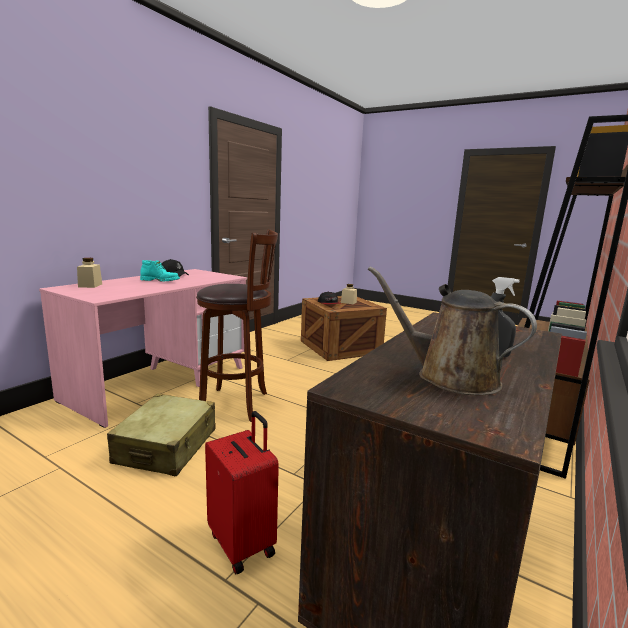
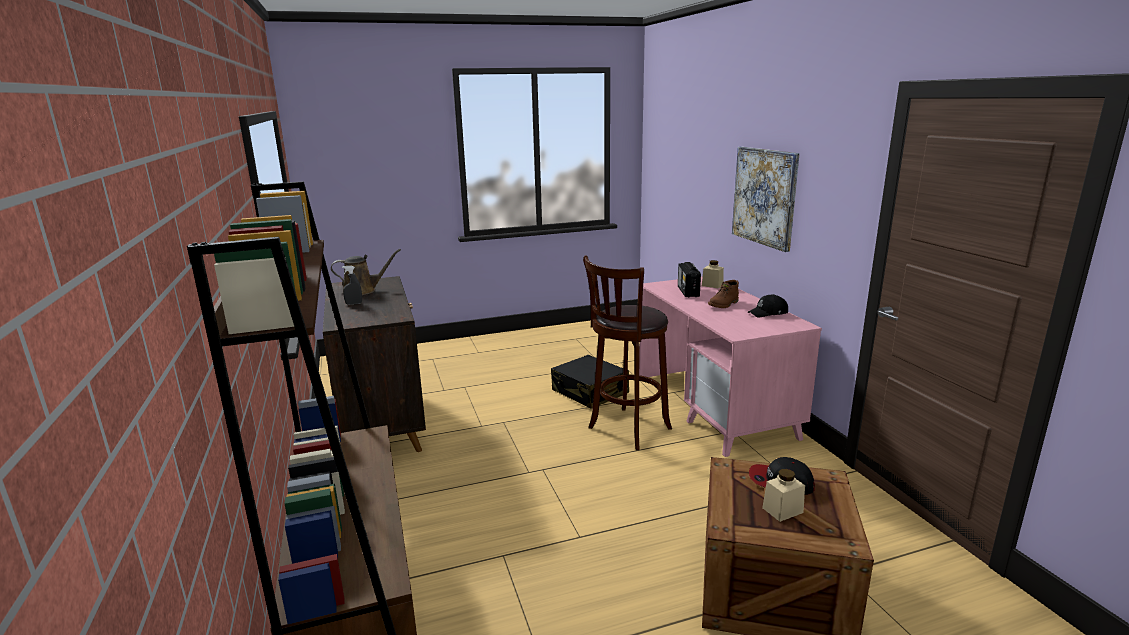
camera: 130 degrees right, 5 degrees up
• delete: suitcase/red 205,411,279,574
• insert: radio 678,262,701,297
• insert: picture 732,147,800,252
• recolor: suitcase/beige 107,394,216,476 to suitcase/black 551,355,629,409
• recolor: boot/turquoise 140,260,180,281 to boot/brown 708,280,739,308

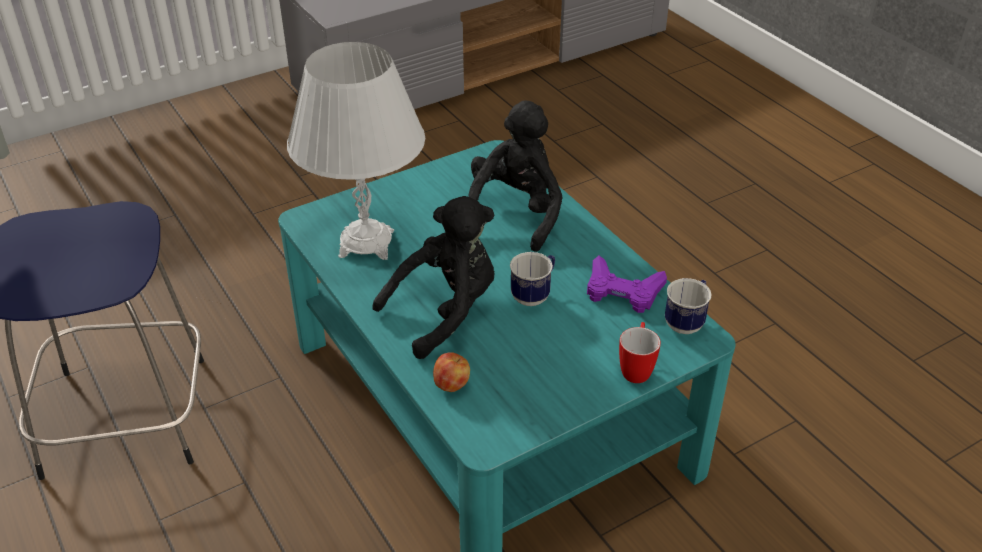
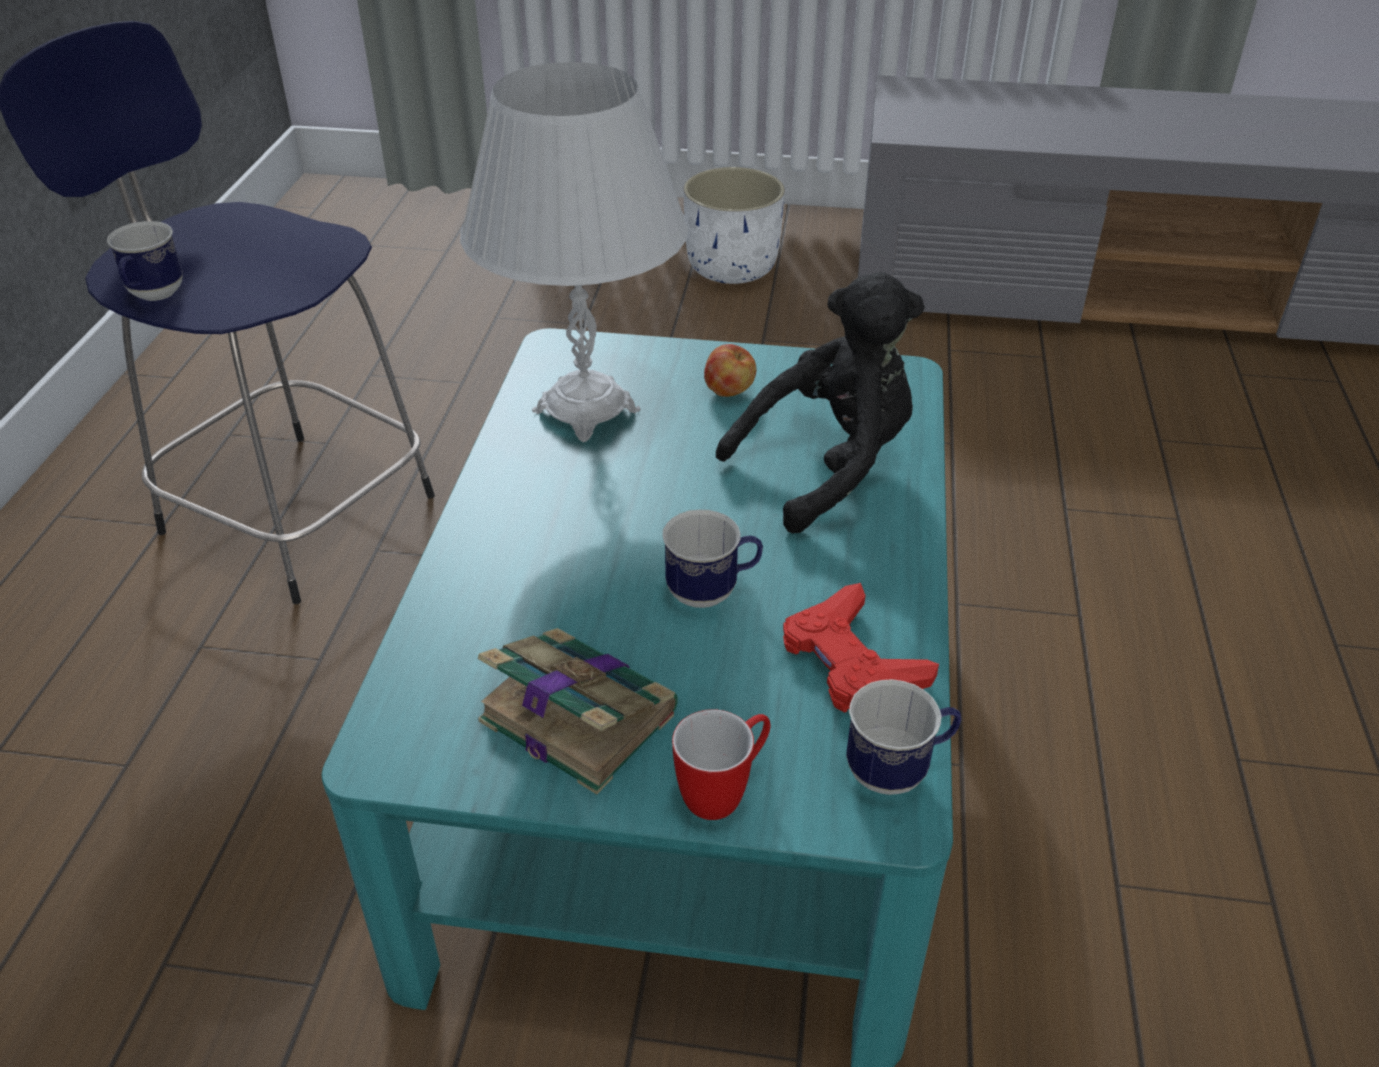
camera: 40 degrees right, 0 degrees up
• delete: plush toy/black 372,196,494,359
• insert: mug 107,221,183,301
• insert: book 478,628,678,794
• insert: planter/white 683,167,785,284
• move: apple 433,352,470,392 to 704,344,757,397
• recolor: game controller/purple 587,256,667,313 to game controller/red 783,583,939,713

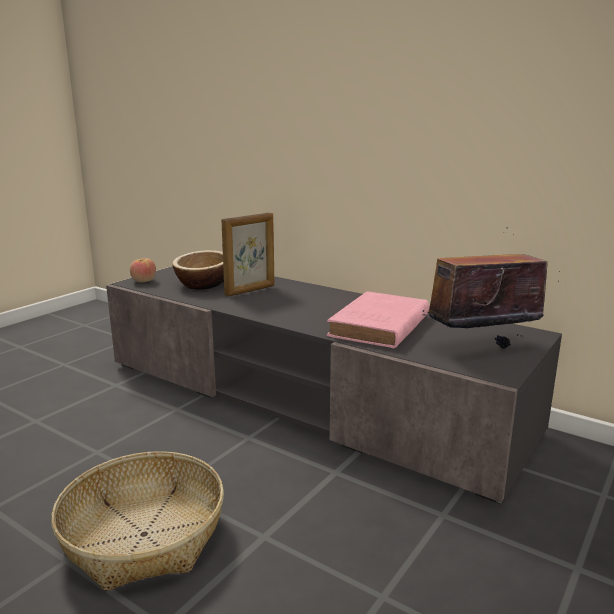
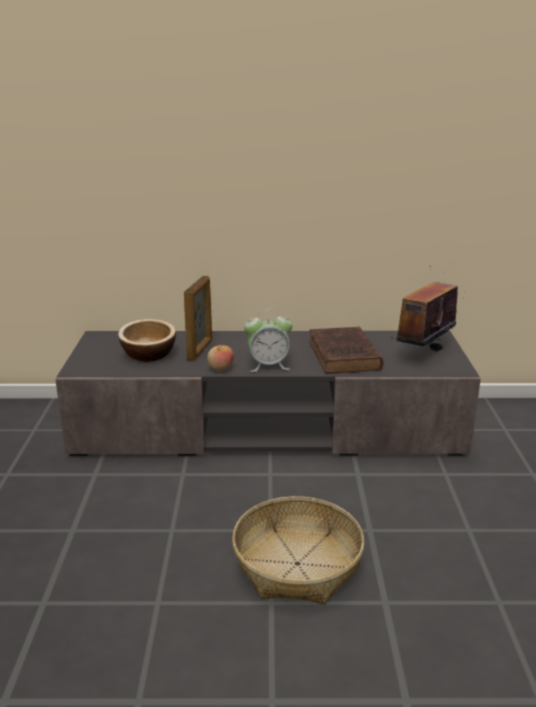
camera: 35 degrees left, 5 degrees up
• insert: alarm clock 244,310,292,372
• move: apple 130,258,156,282 to 207,345,234,372
• recolor: book/pink 327,291,429,348 to book/brown 309,327,383,374

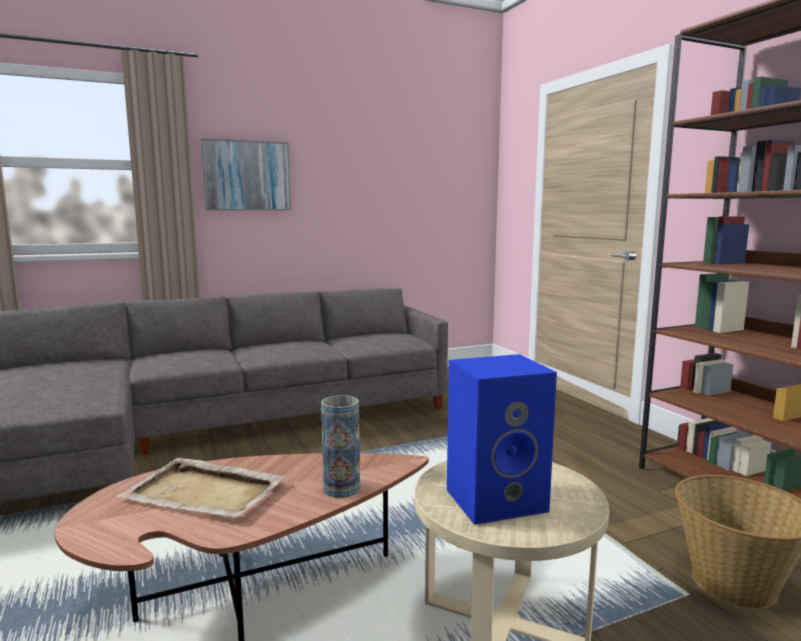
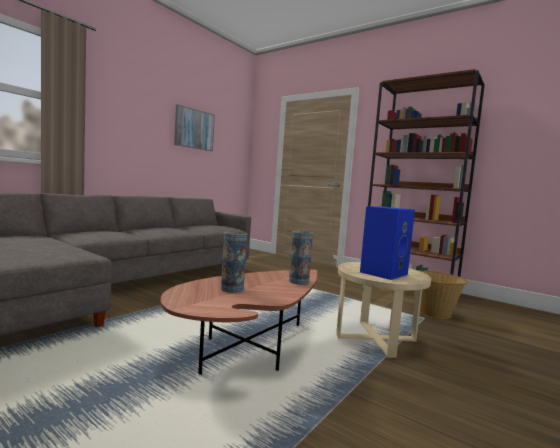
camera: 30 degrees left, 5 degrees down
• move: picture 201,138,291,211 to 174,104,215,151
• replace: tray/beige 117,458,286,517 to vase 221,231,247,293

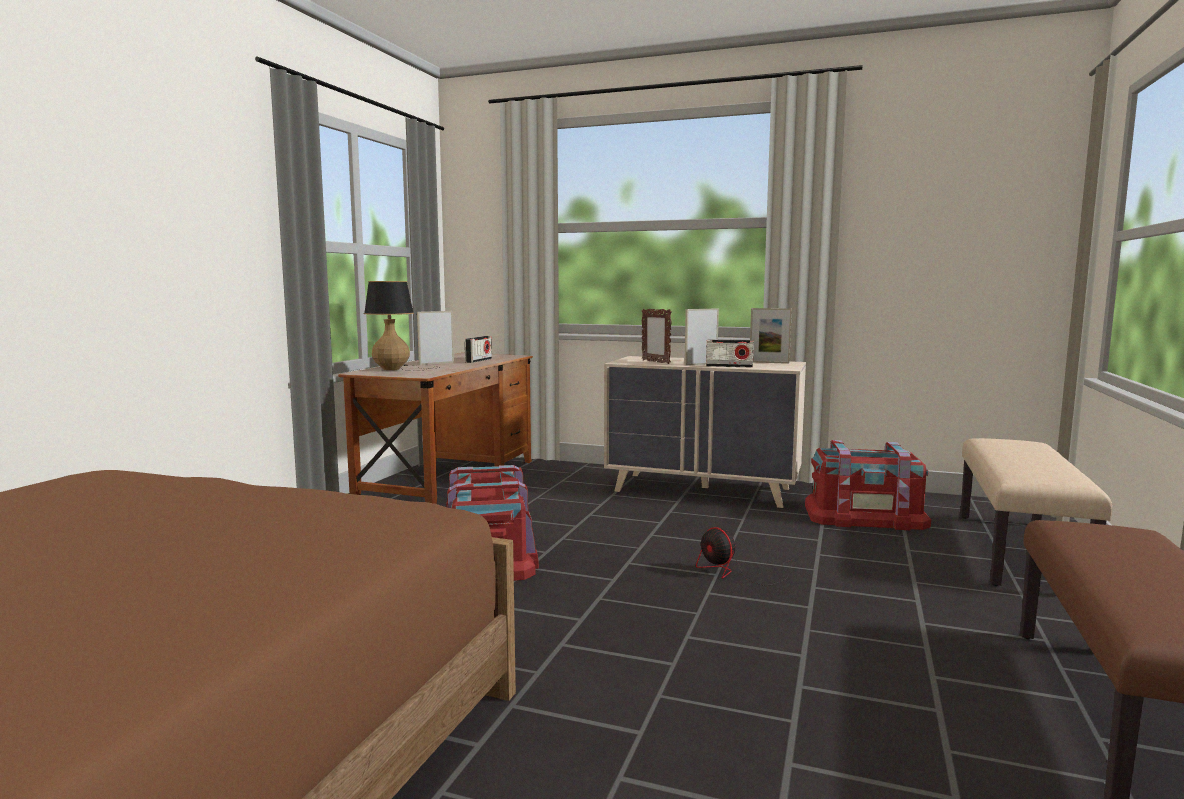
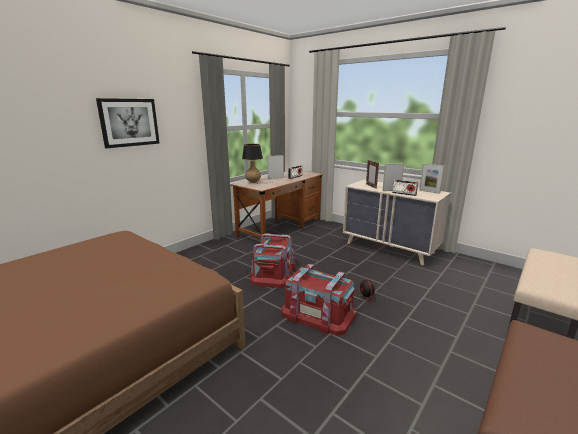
camera: 20 degrees right, 10 degrees up
• insert: picture 96,98,160,148
• move: storage box/red 805,440,931,530 to 281,264,357,336

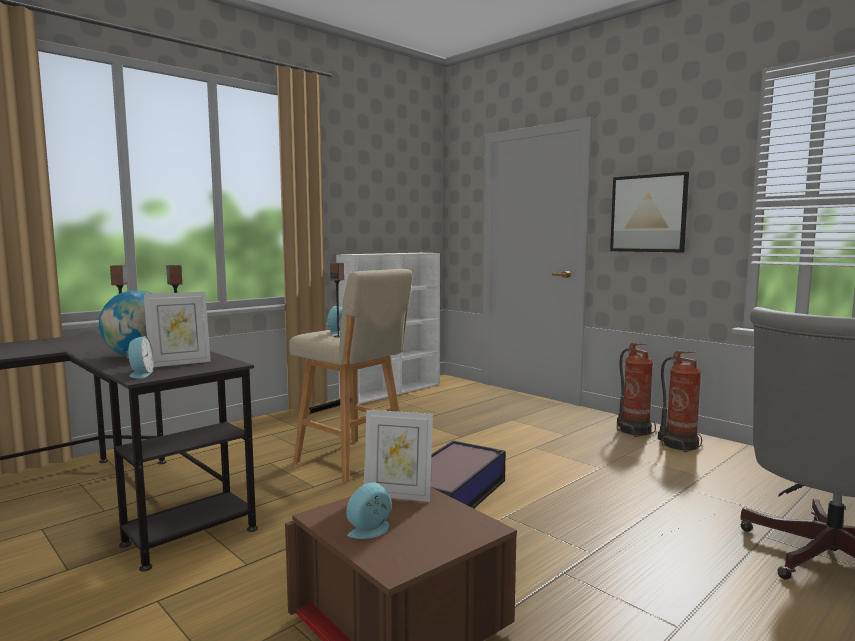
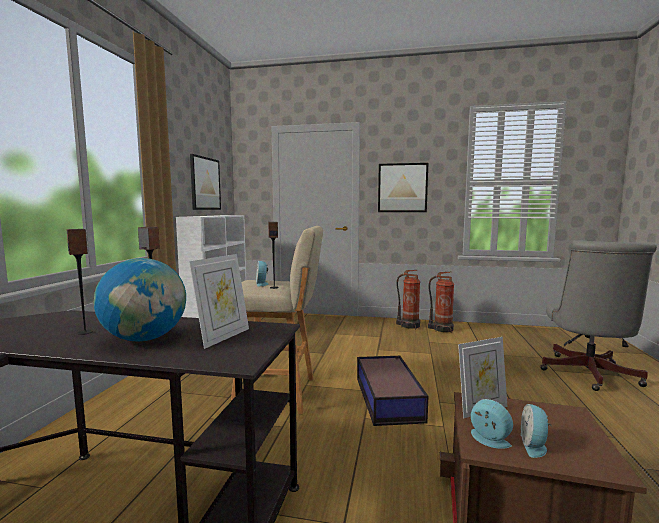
camera: 35 degrees left, 0 degrees up
• insert: picture 190,154,221,210
• move: alarm clock 126,336,154,379 to 471,399,513,449

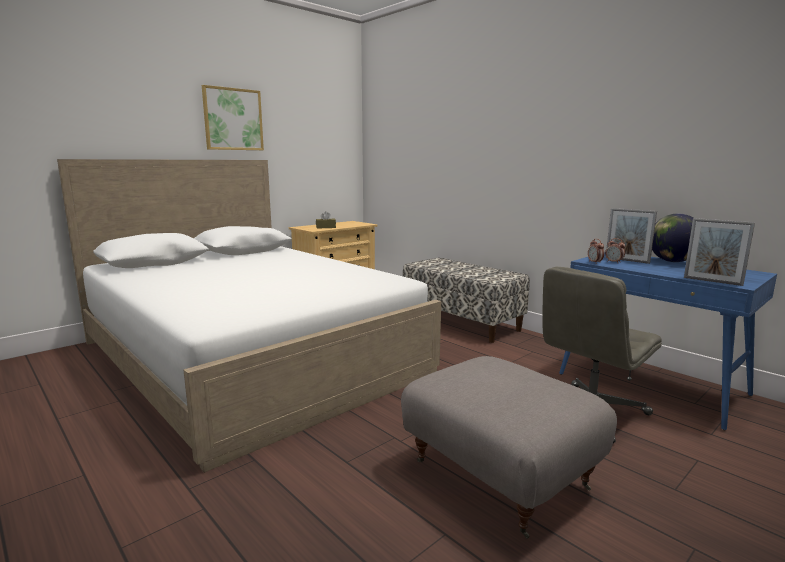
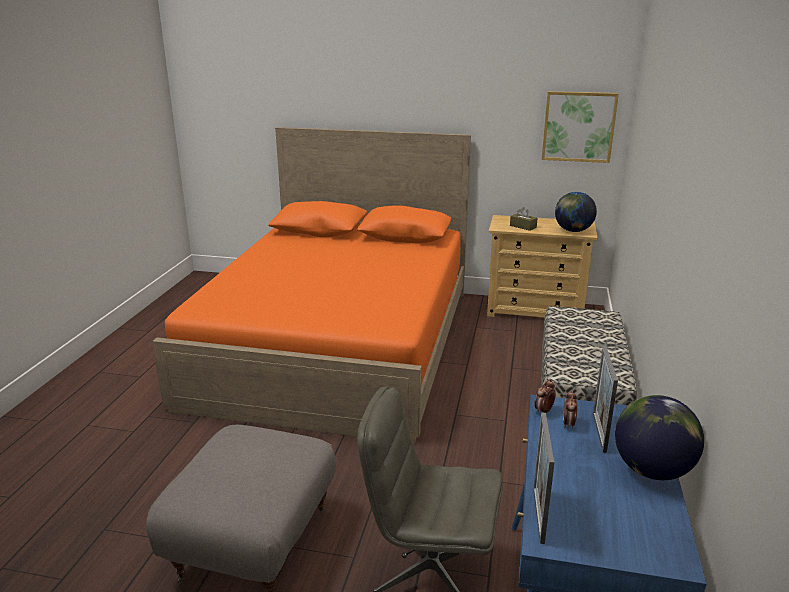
camera: 55 degrees right, 10 degrees up
• insert: globe 555,192,597,232
• move: picture 202,85,264,150 to 542,91,619,163
• recolor: bed/white 57,159,441,473 to bed/orange 152,127,471,444

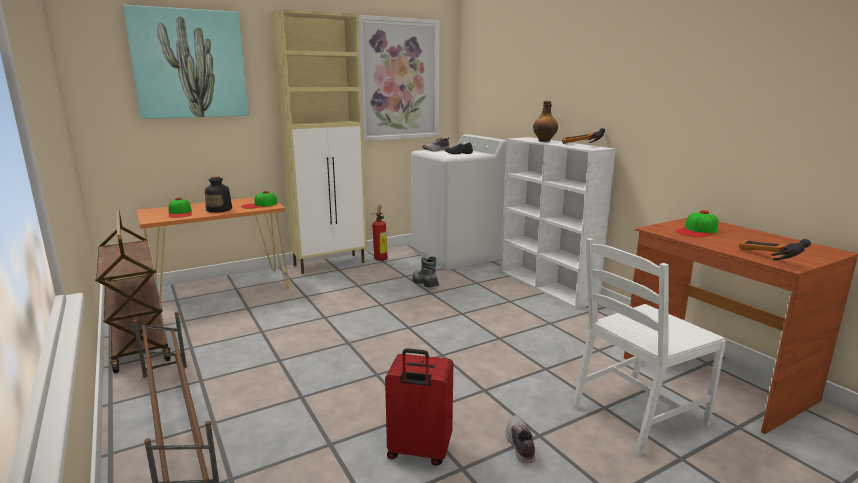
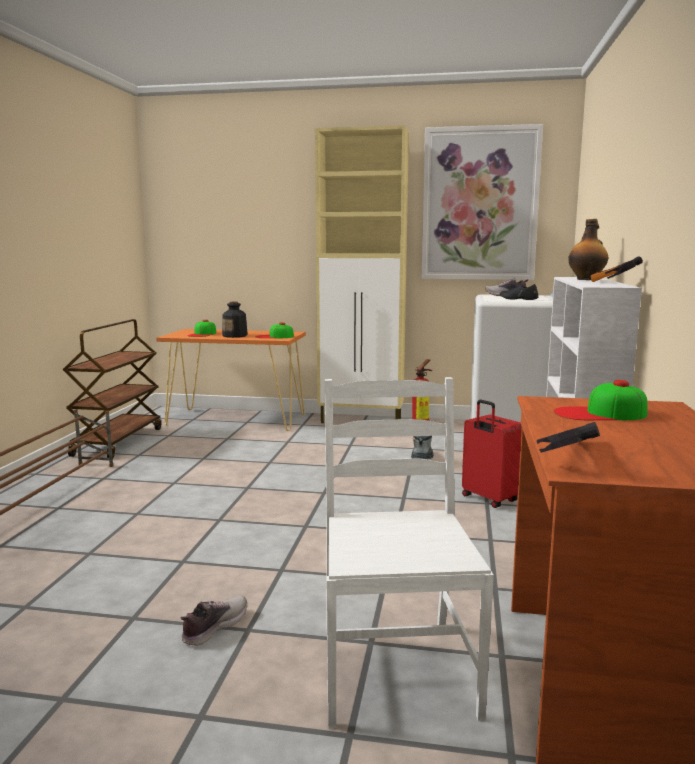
camera: 40 degrees right, 5 degrees down
• delete: picture 123,5,249,119
• move: suitcase/red 385,348,453,466 to 462,399,522,508
• rotate: chair/white 572,238,726,456 = 325,377,494,729 75 degrees clockwise

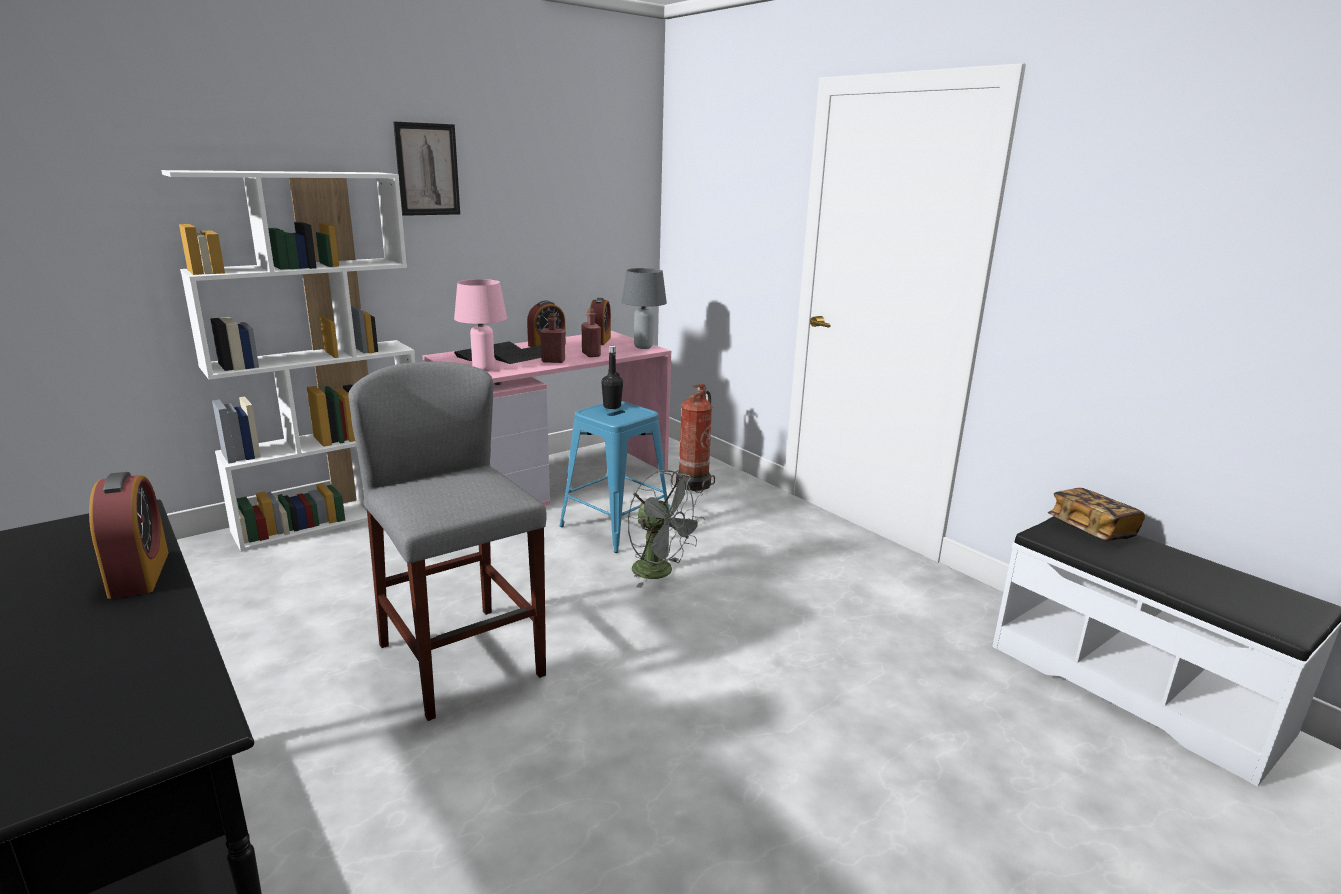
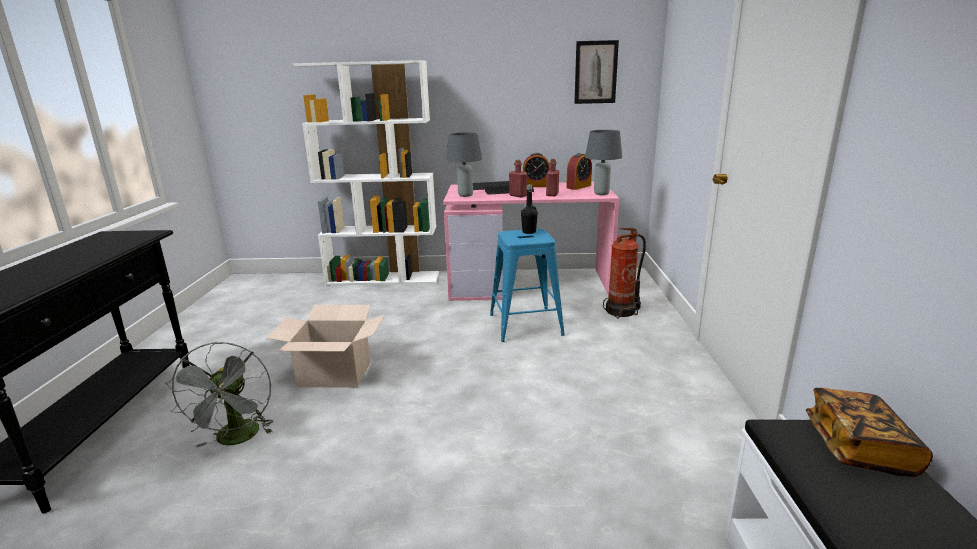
camera: 40 degrees right, 0 degrees up
• delete: alarm clock 89,472,169,599
• move: picture 393,122,460,216 to 574,40,619,104
• move: fan/grey 628,470,705,588 to 166,342,273,448
• replace: stool/grey 348,361,547,721 to cardboard box 267,305,385,388
• recolor: table lamp/pink 454,279,507,371 to table lamp/grey 446,132,482,197

